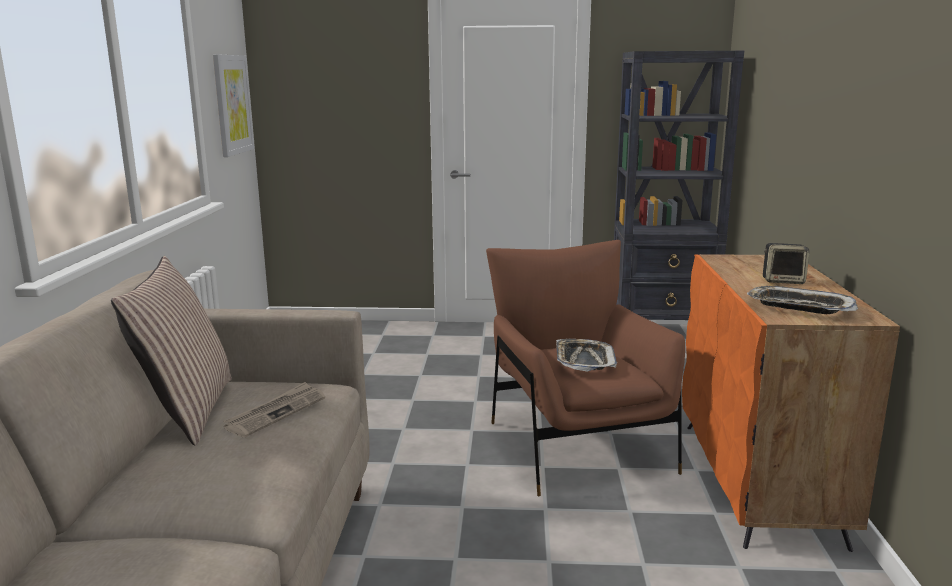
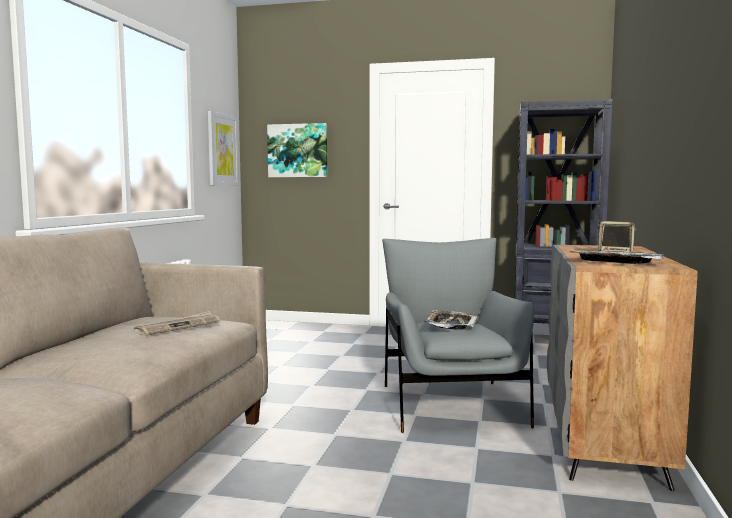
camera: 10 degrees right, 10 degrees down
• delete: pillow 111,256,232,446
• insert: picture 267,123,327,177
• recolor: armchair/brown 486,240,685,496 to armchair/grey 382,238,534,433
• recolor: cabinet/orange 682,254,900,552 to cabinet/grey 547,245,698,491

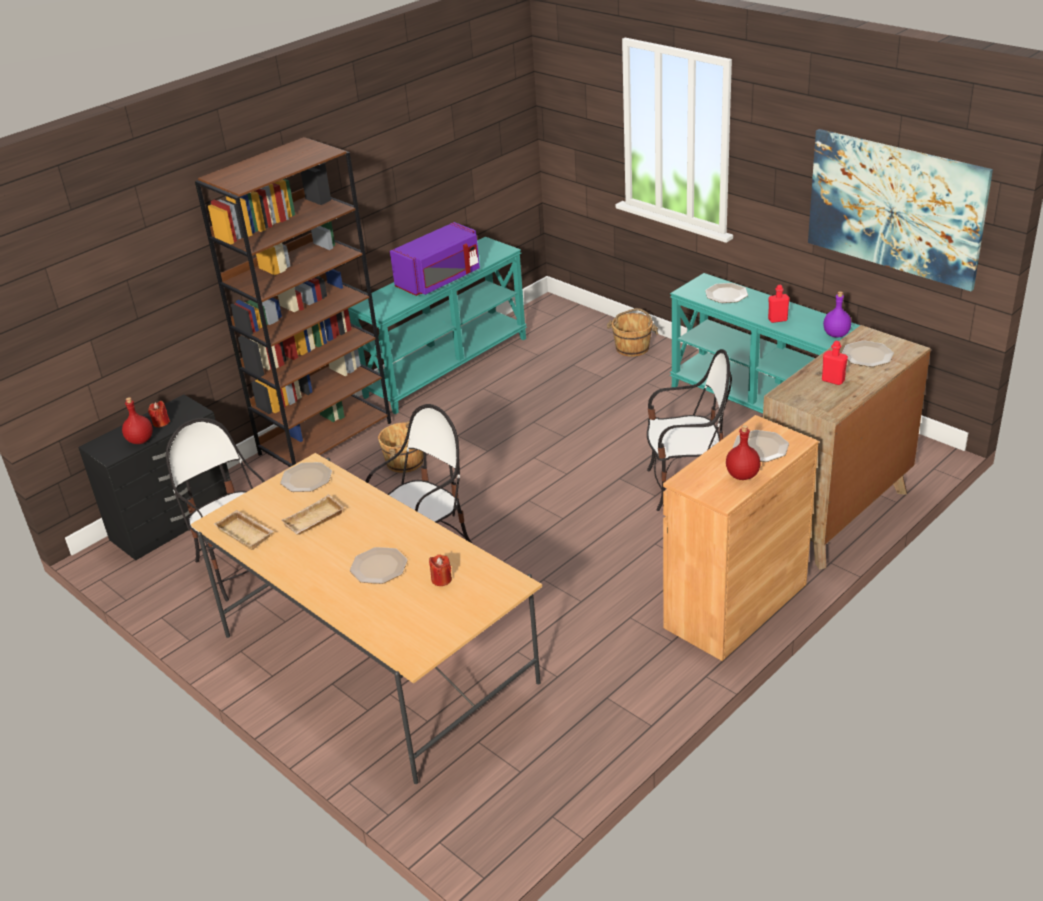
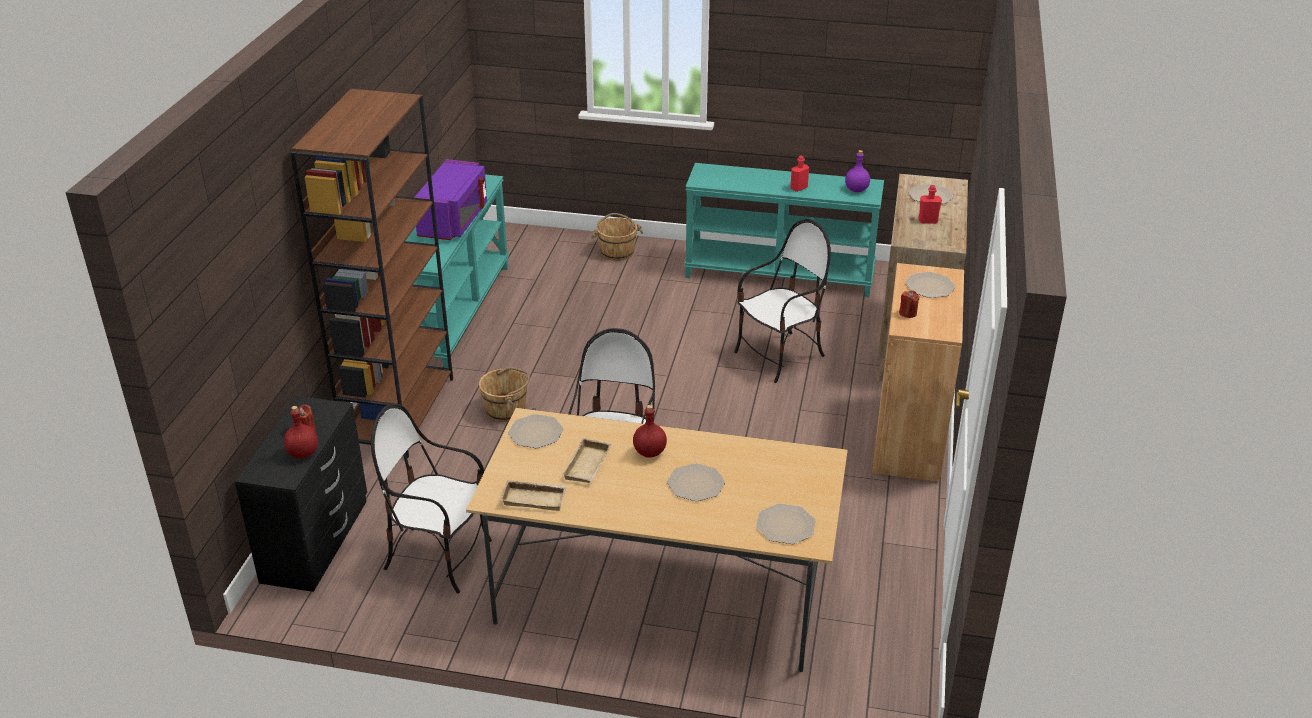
camera: 35 degrees left, 0 degrees up
• delete: picture 808,129,993,291
• move: candle/red 429,554,452,586 to 899,290,920,318
• move: plate 705,283,748,303 to 756,504,816,544
• move: bottle/red 726,425,760,480 to 633,405,667,458

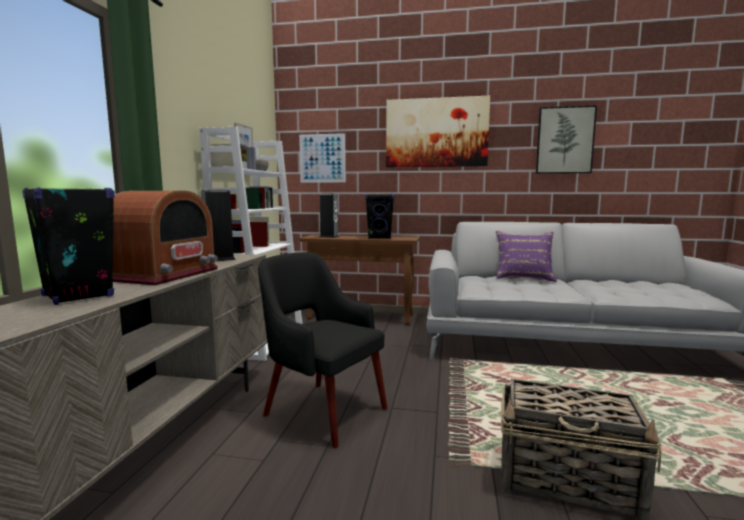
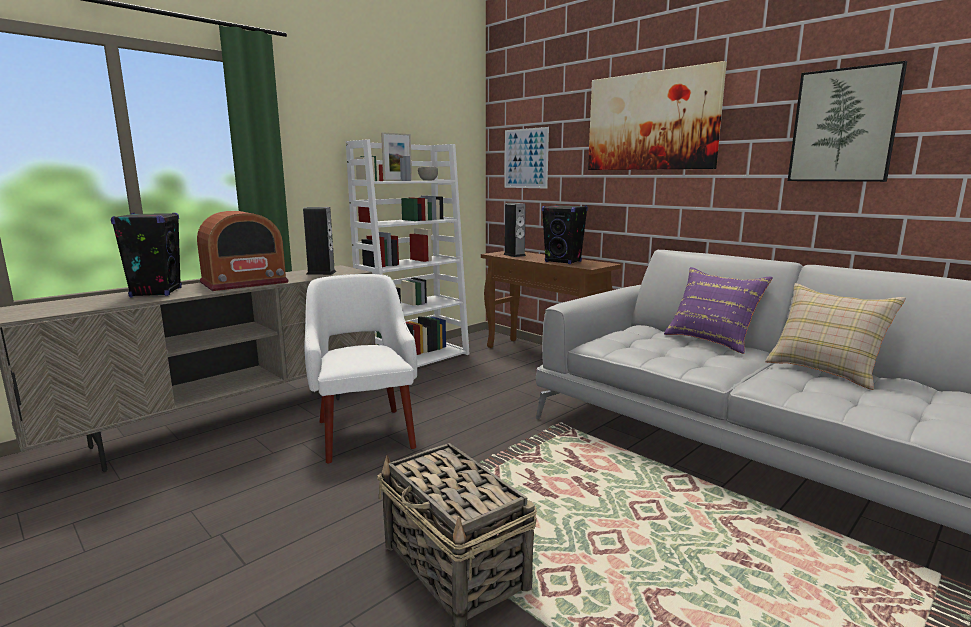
camera: 35 degrees right, 5 degrees up
• insert: pillow/beige 765,283,906,390
• recolor: armchair/black 258,252,387,448 to armchair/white 304,274,417,463

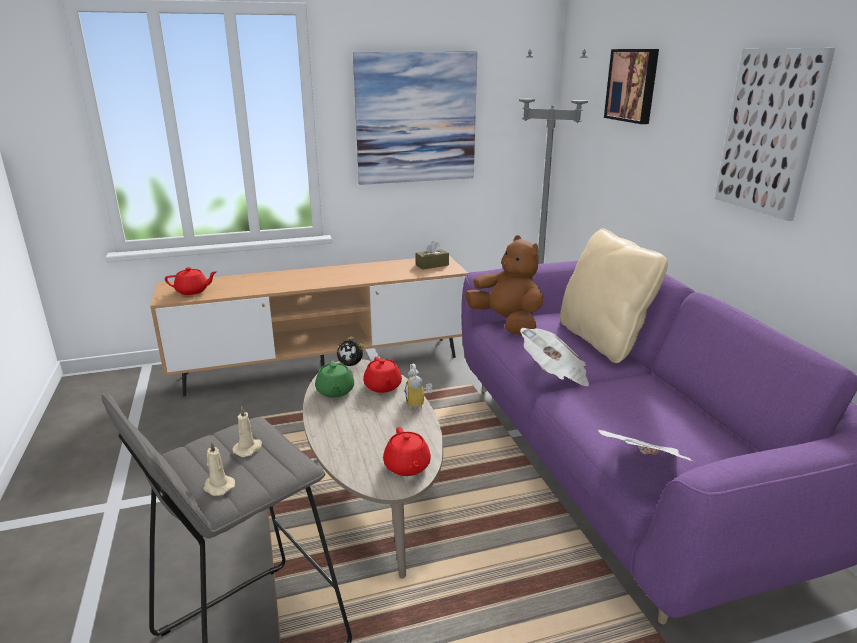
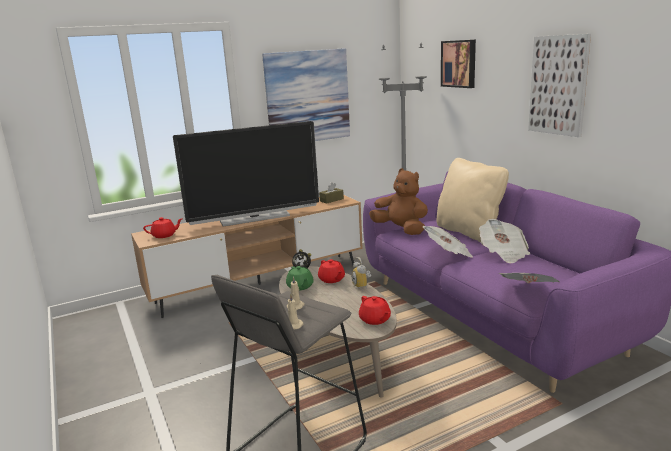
camera: 10 degrees left, 5 degrees down
• insert: television 173,121,319,227
• insert: newspaper 479,219,530,264

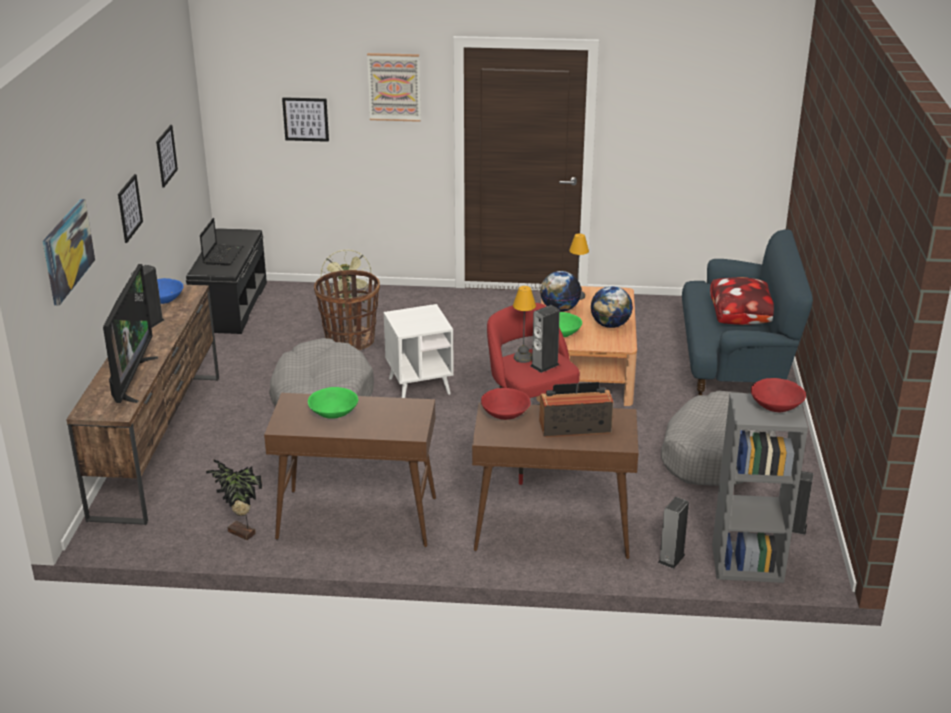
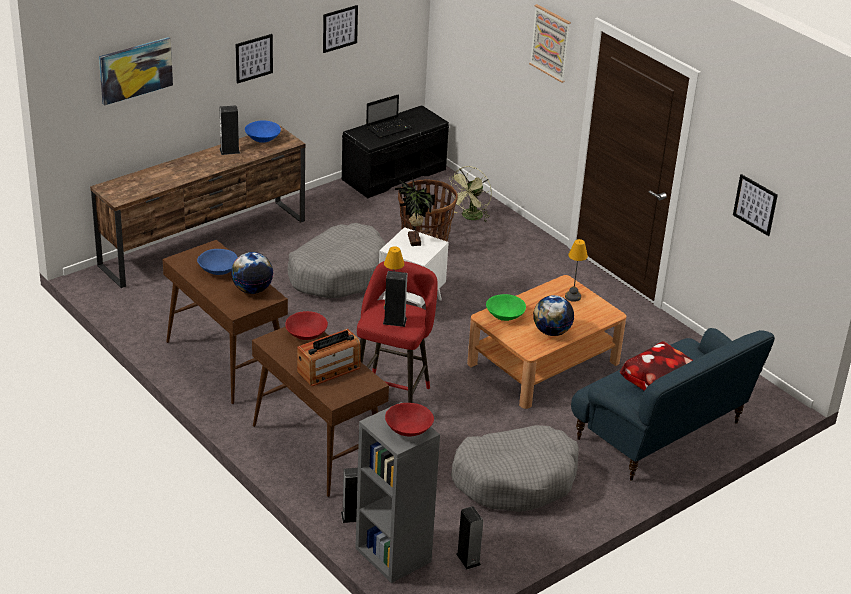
camera: 45 degrees right, 5 degrees up
• delete: television 103,264,158,403
• move: potted plant 206,459,262,540 to 395,177,435,246
• move: picture 282,97,329,142 to 733,174,778,236
• move: globe 540,271,581,312 to 231,252,273,294
• recolor: bowl/green 308,387,358,419 to bowl/blue 197,249,238,275
• rotate: radio 539,382,613,437 = 297,329,361,386 105 degrees clockwise

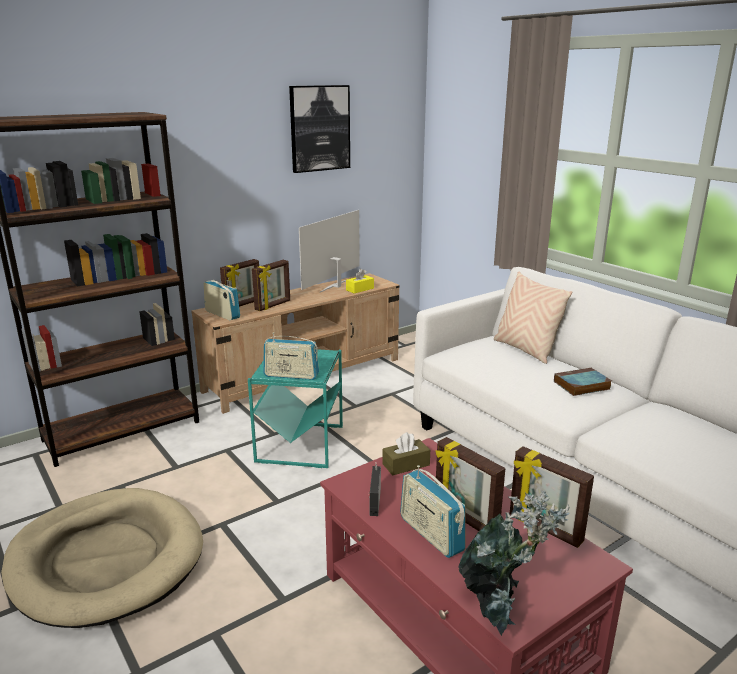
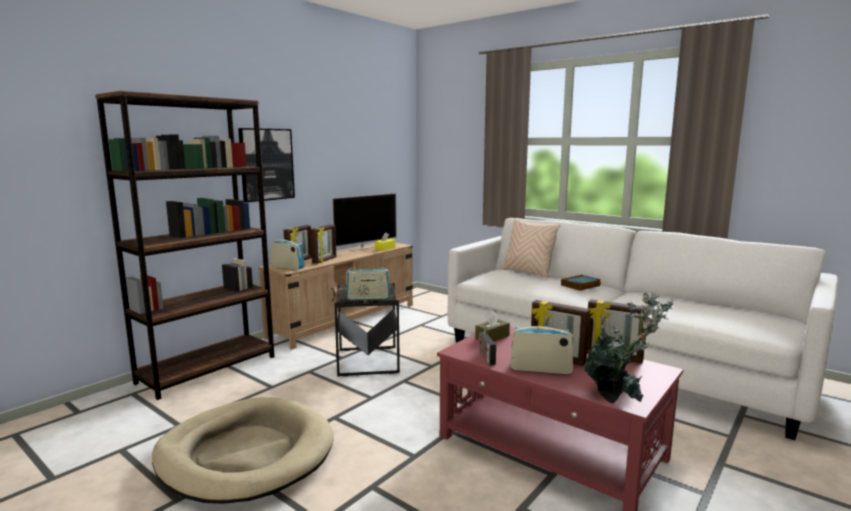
camera: 15 degrees left, 10 degrees down
• move: picture 289,85,350,173 to 238,128,295,202
• recolor: side table/turquoise 248,349,343,468 to side table/black 334,283,400,376
• rotate: television 299,210,360,292 = 332,193,397,251 150 degrees counterclockwise
• rotate: radio 400,465,466,558 = 510,322,574,374 150 degrees clockwise

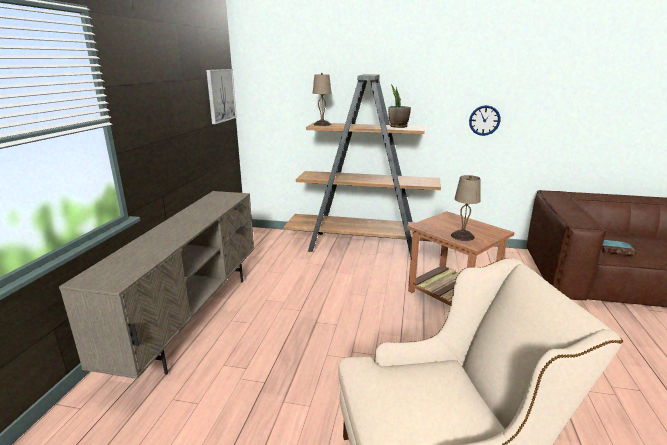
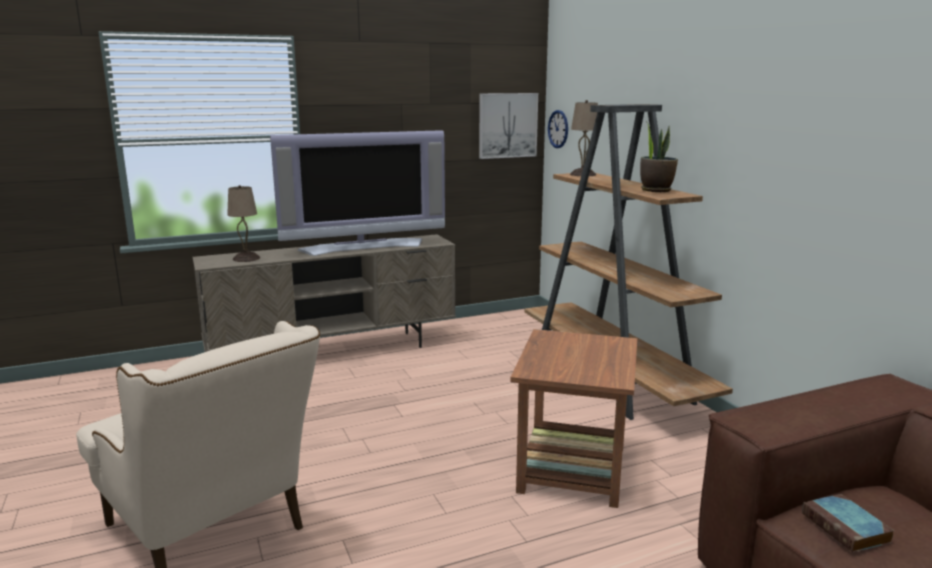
camera: 55 degrees right, 5 degrees down
• insert: television 270,130,445,256
• move: table lamp/beige 451,175,480,241 to 227,185,260,262
• move: wall clock 469,105,500,136 to 548,110,568,148

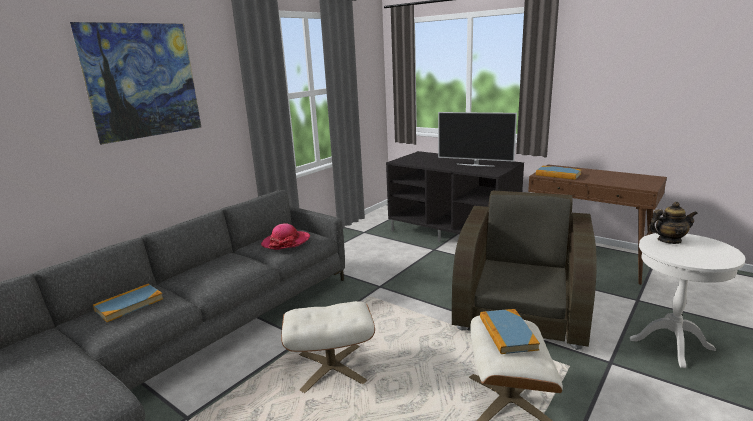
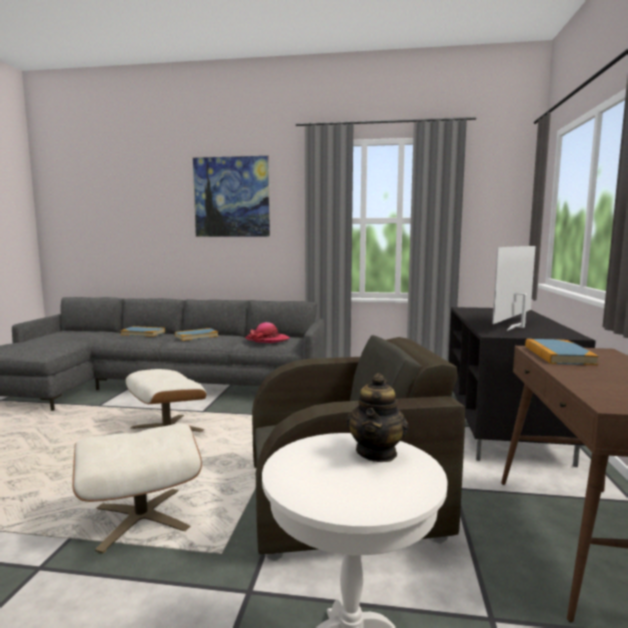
camera: 60 degrees right, 10 degrees down
• move: book 480,309,540,354 to 175,328,218,341
• rotate: television 438,112,517,166 = 492,246,536,331 45 degrees clockwise
• rotate: teapot 648,202,698,244 = 346,373,409,462 45 degrees clockwise

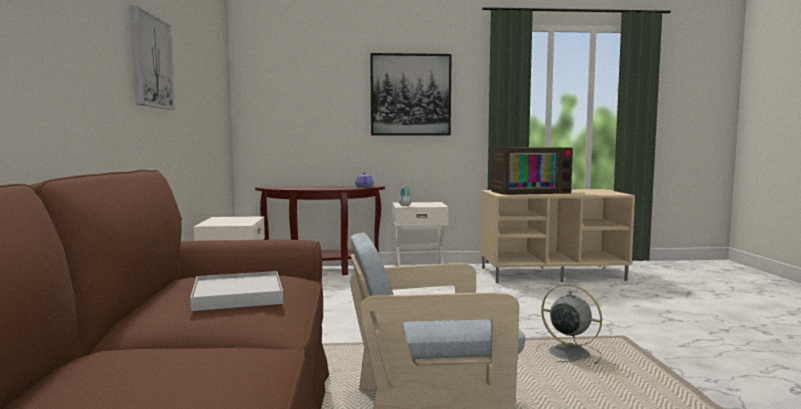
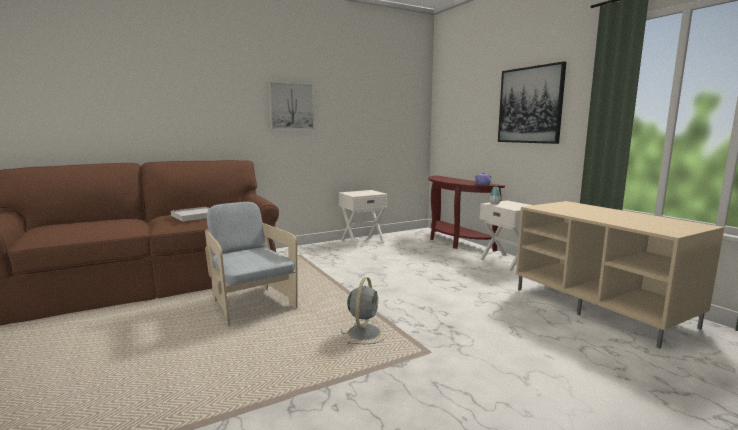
camera: 65 degrees right, 5 degrees up
• delete: television 491,147,573,195

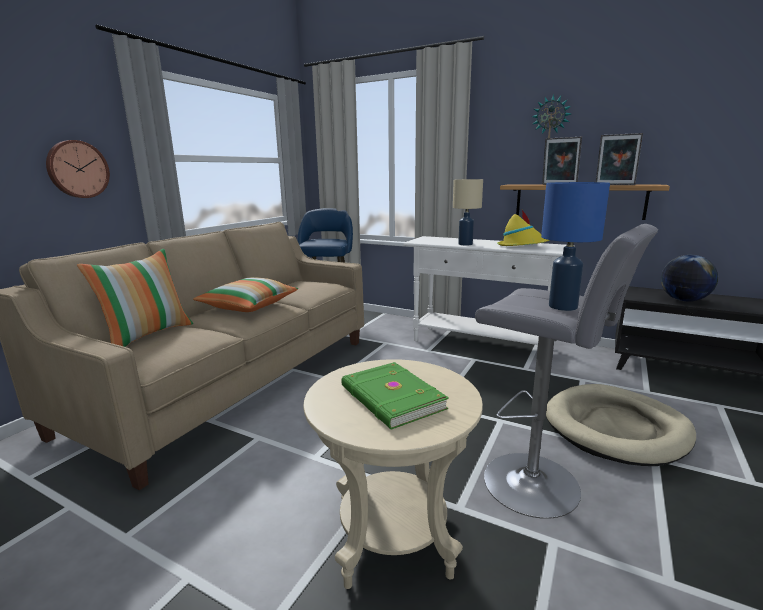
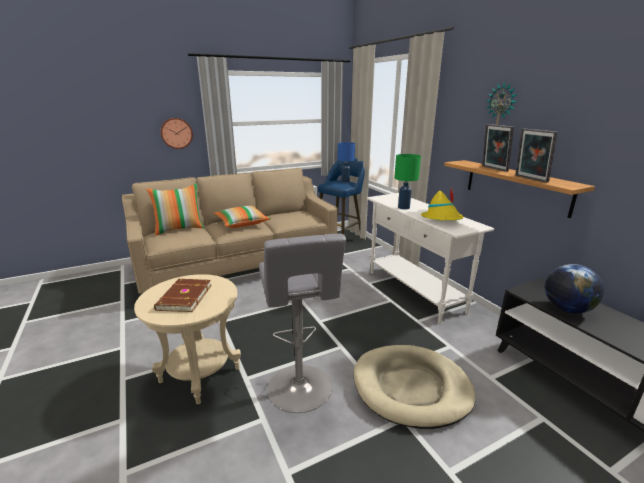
camera: 35 degrees right, 5 degrees up
• move: table lamp/blue 541,182,610,311 to 337,142,355,183
• recolor: book/green 341,362,449,429 to book/brown 154,279,212,312
• recolor: table lamp/beige 453,179,483,245 to table lamp/green 394,154,421,210

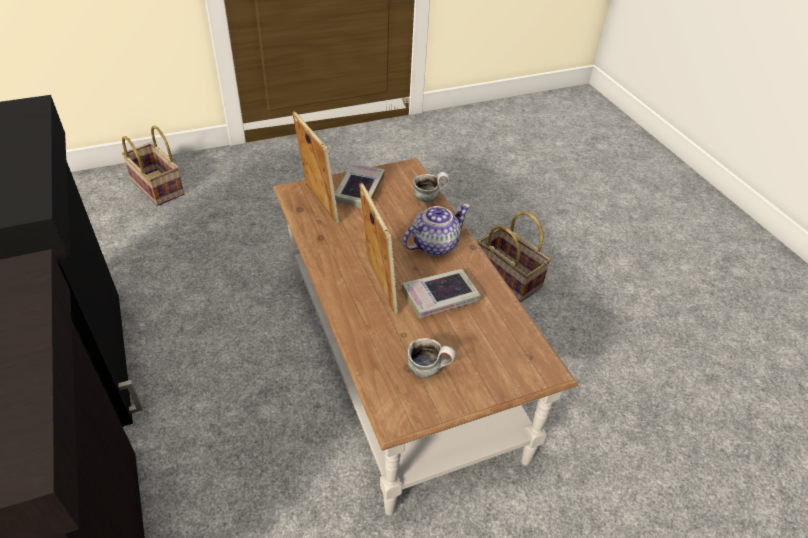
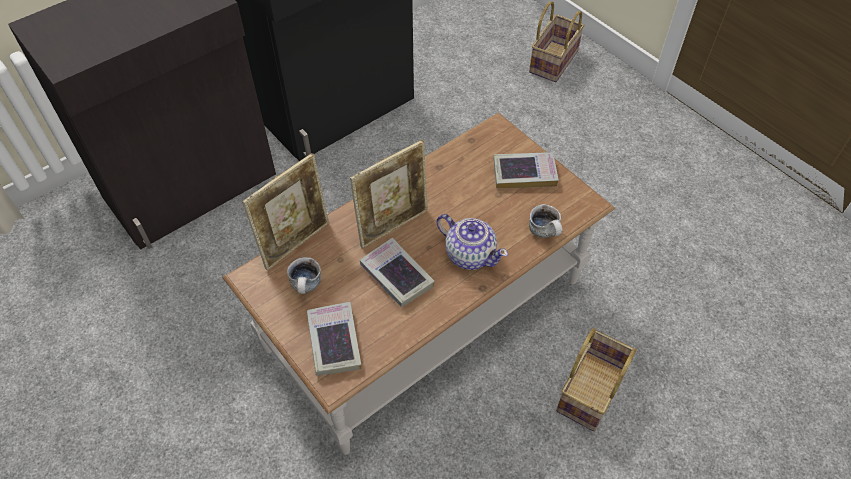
camera: 75 degrees right, 10 degrees up
• insert: book 307,302,361,376
• move: picture frame 292,111,340,224 to 242,153,329,271

